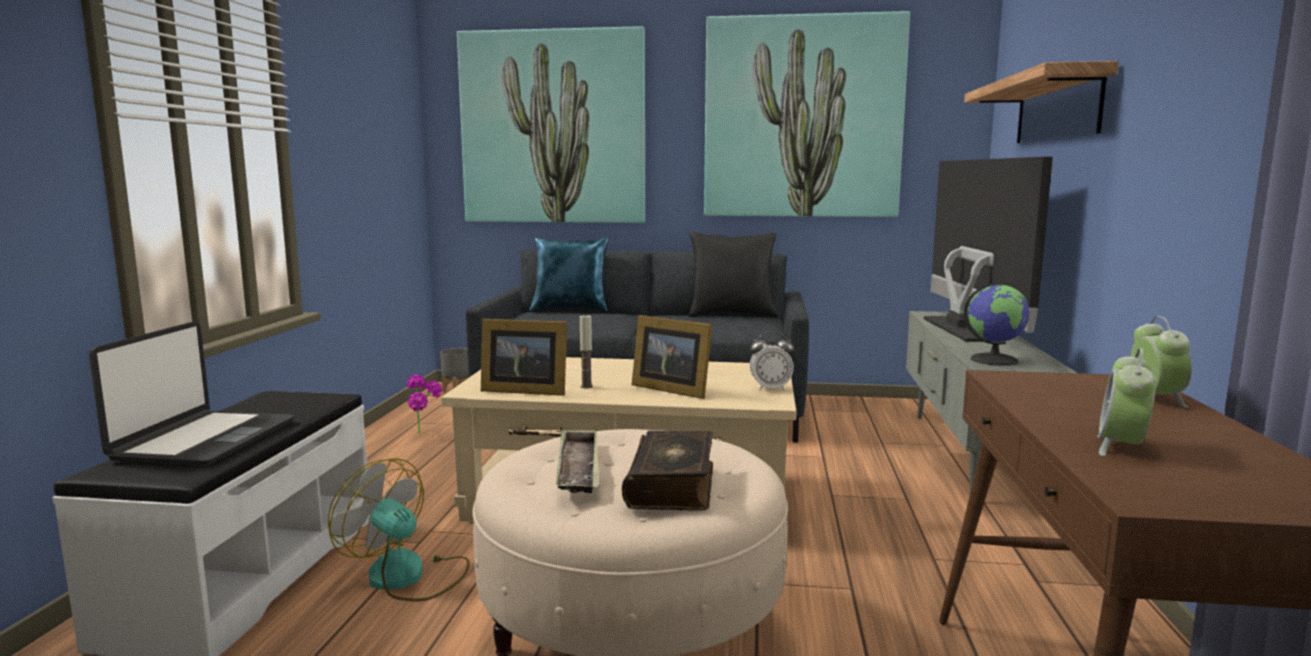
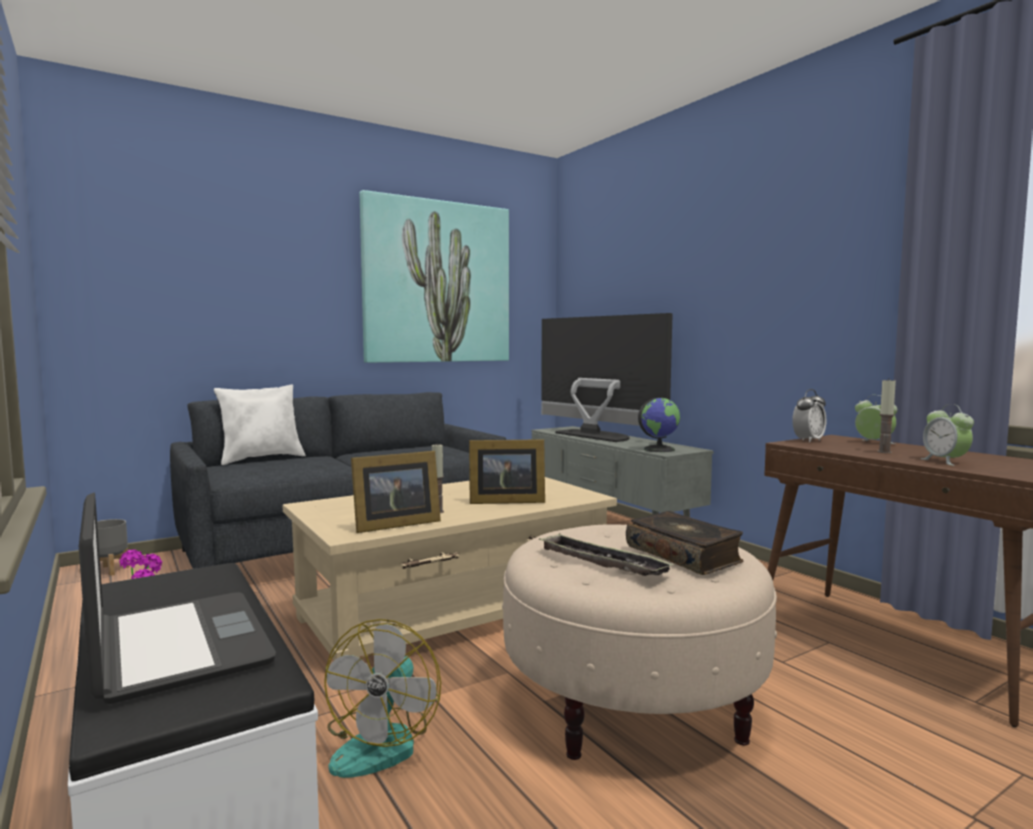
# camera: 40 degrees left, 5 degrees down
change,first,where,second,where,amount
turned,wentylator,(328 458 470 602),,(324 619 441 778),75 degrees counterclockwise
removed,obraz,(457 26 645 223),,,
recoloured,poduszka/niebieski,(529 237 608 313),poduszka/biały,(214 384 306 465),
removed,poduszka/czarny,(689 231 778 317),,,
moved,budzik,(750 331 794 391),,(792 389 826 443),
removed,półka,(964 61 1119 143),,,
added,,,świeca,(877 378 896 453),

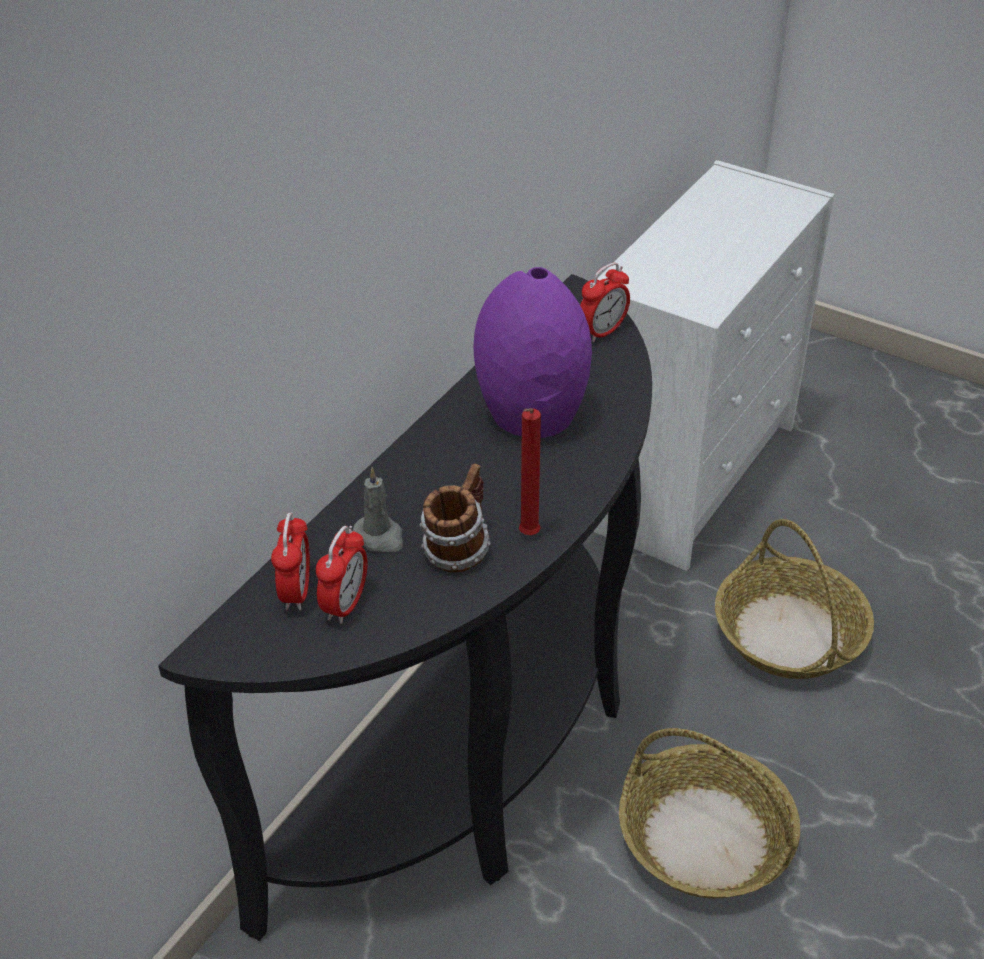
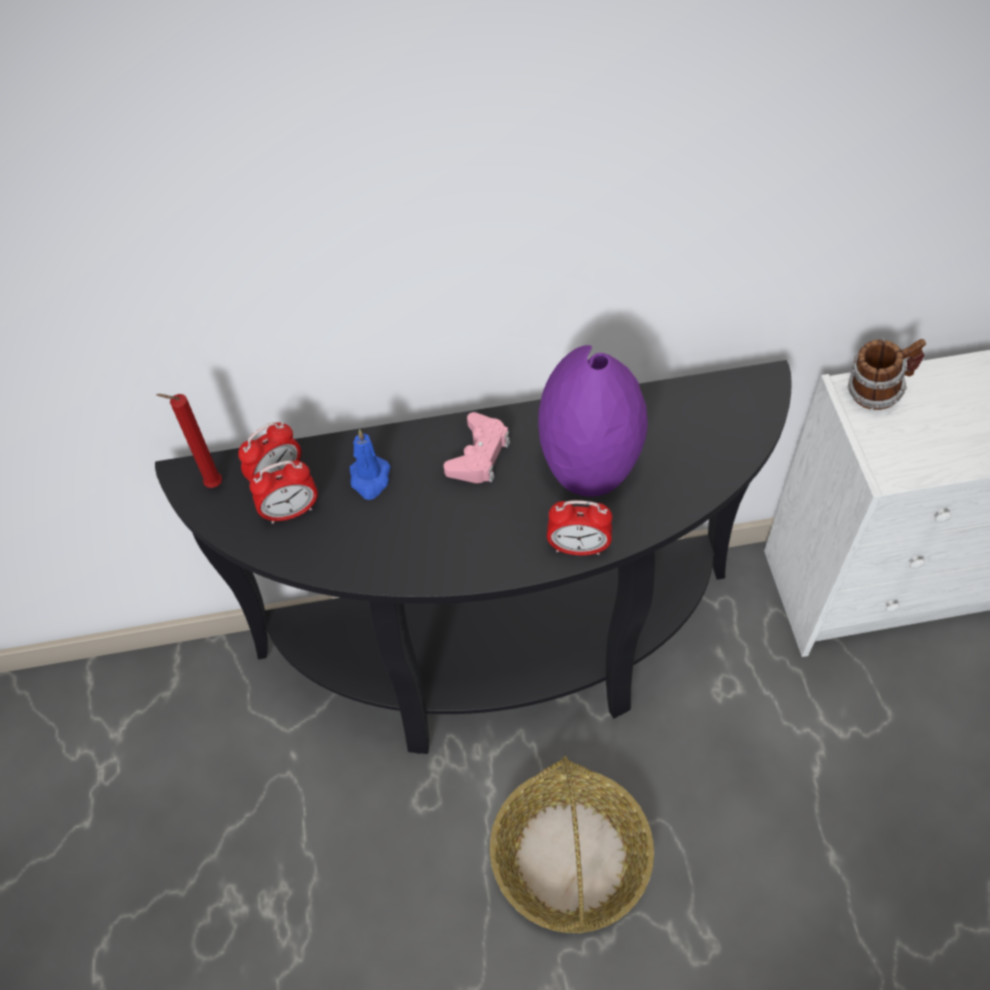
# camera: 50 degrees right, 15 degrees up
change,first,where,second,where,amount
recoloured,świeca/szary,(353 467 403 552),świeca/niebieski,(350 429 391 500),
moved,kubek,(419 463 491 572),,(847 339 926 410),
moved,świeca/czerwony,(519 408 541 535),,(156 394 222 488),
moved,budzik,(580 262 630 343),,(547 500 612 555),
removed,koszyk,(715 519 874 679),,,
added,,,pad do gier/różowy,(444 412 510 483),

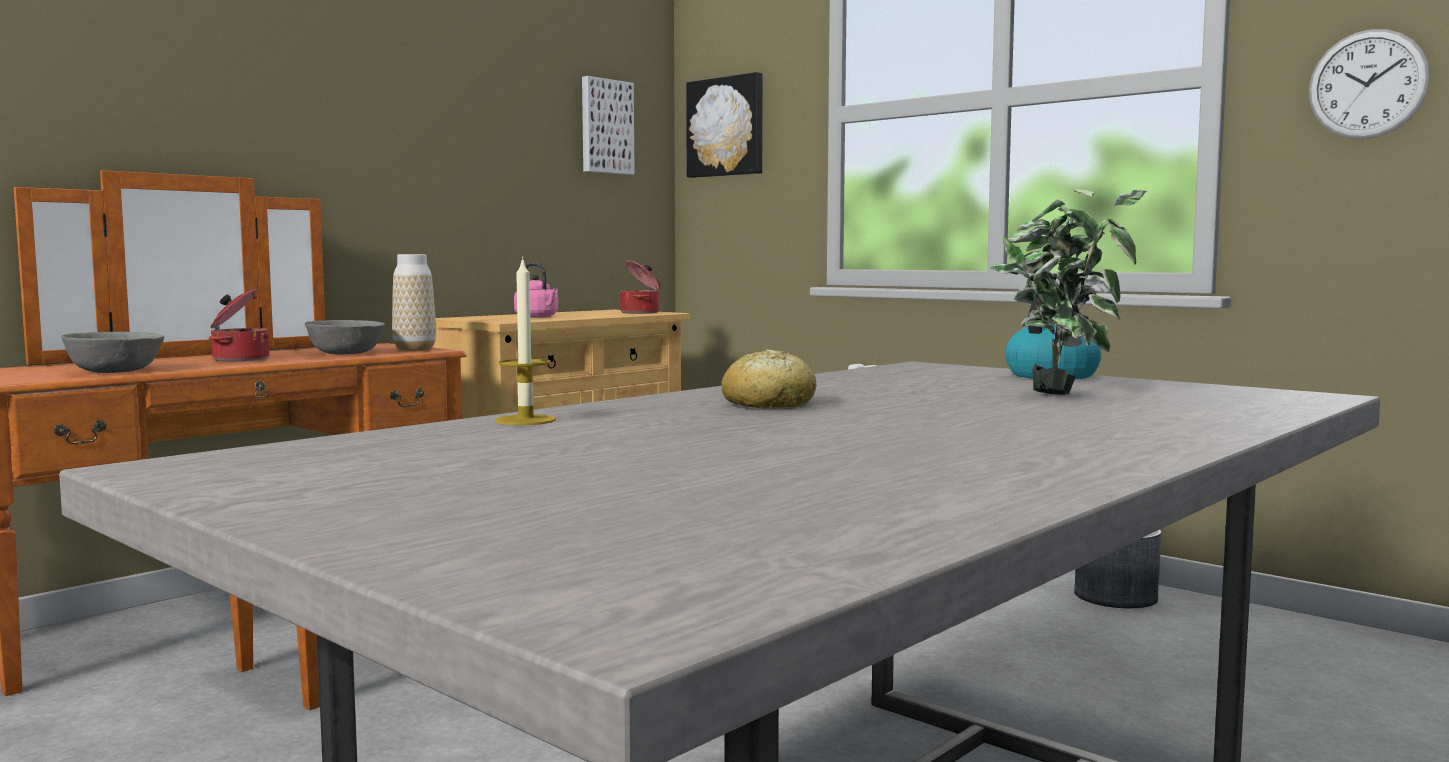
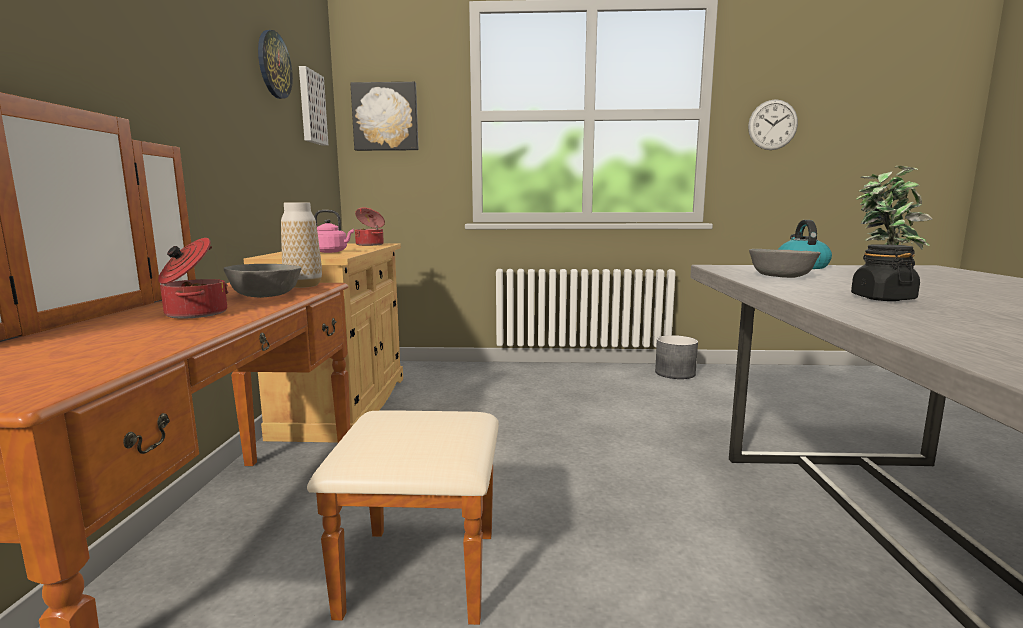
# camera: 40 degrees left, 5 degrees up
change,first,where,second,where,amount
moved,miska/szary,(61 332 164 373),,(749 249 820 278),
removed,świeca,(495 256 556 425),,,
replaced,chleb,(721 349 817 408),słoik/czarny,(851 244 920 301),
added,,,zegar ścienny,(258 30 293 99),

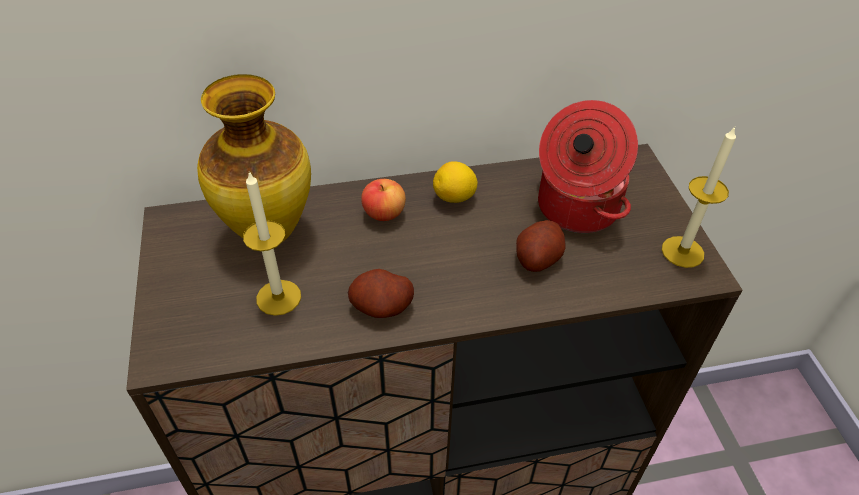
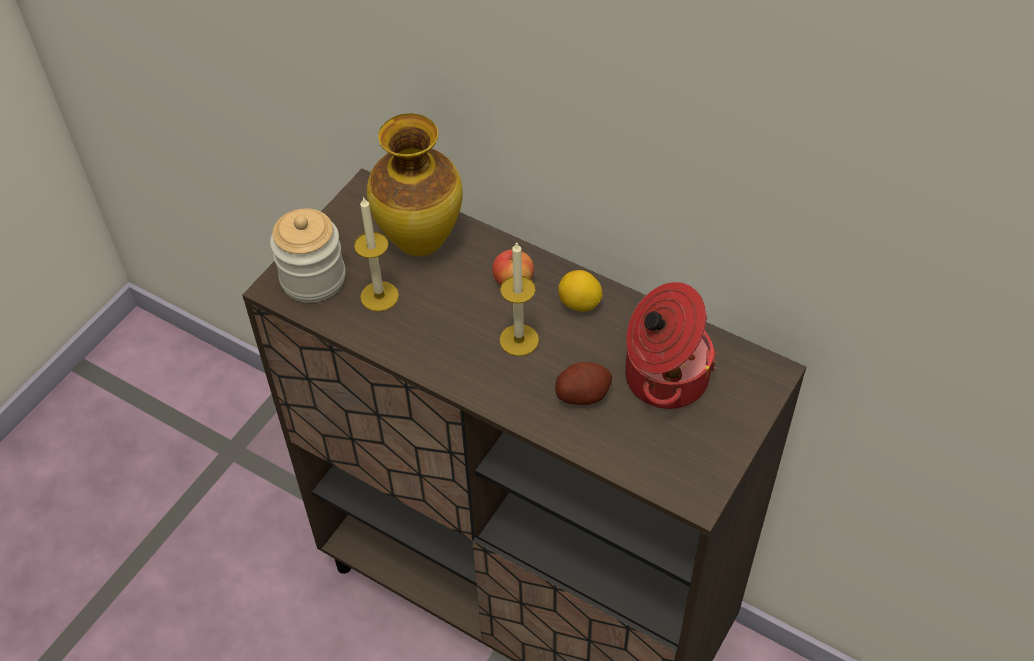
# camera: 45 degrees right, 5 degrees up
change,first,where,second,where,amount
removed,ziemniak,(348 269 414 318),,,
moved,świeca,(662 126 736 268),,(500 242 539 356),
added,,,słoik,(270 208 346 303),

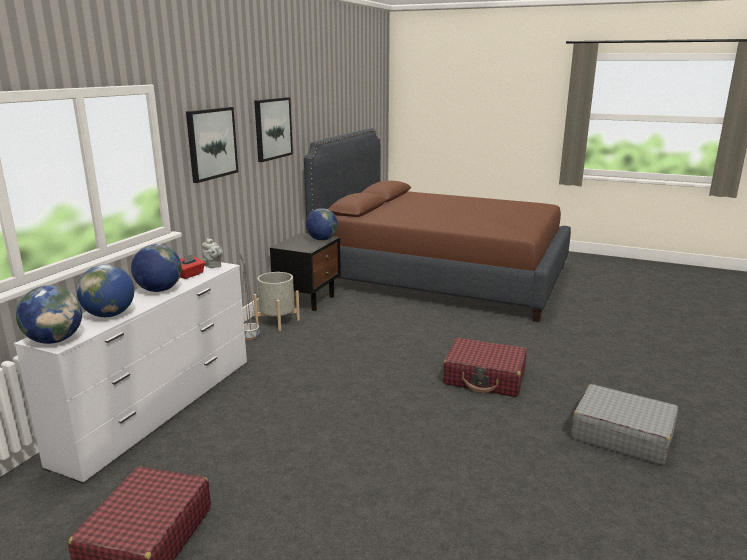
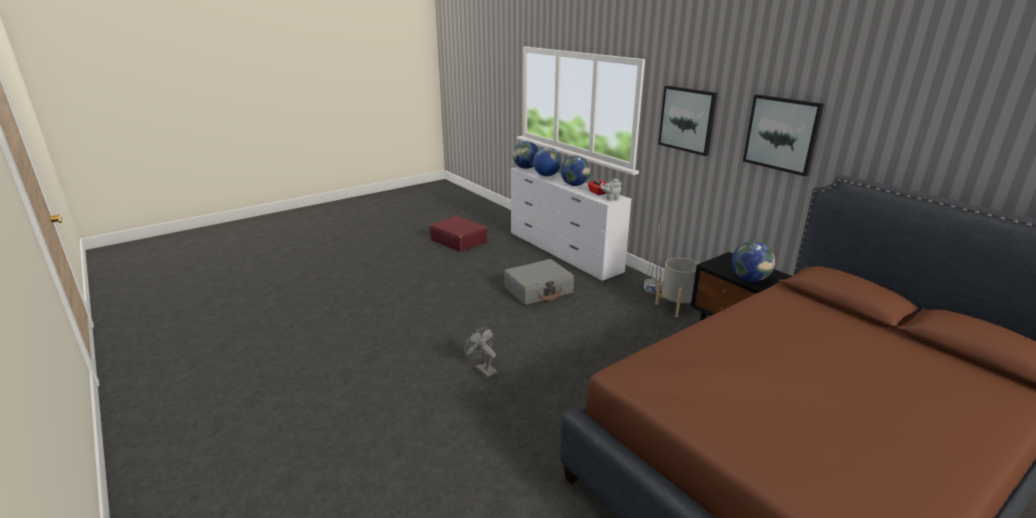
# camera: 120 degrees right, 5 degrees up
change,first,where,second,where,amount
replaced,walizka/czerwony,(443 338 527 397),wentylator/szary,(464 327 497 377),
moved,walizka/szary,(571 384 678 465),,(504 259 574 305),

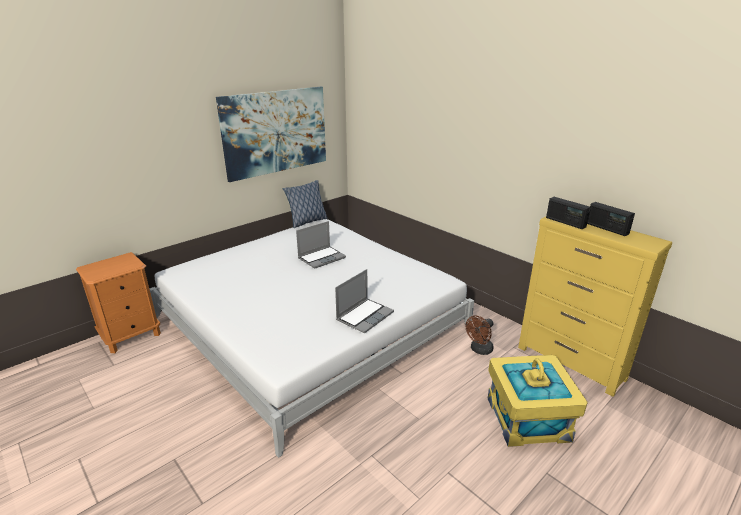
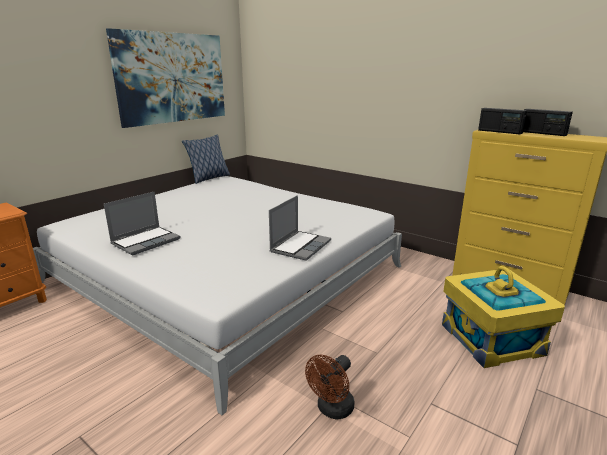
# camera: 10 degrees left, 5 degrees down
change,first,where,second,where,amount
moved,laptop,(296 221 346 269),,(104 191 181 255),
moved,wentylator/brązowy,(466 316 494 355),,(305 355 355 419),

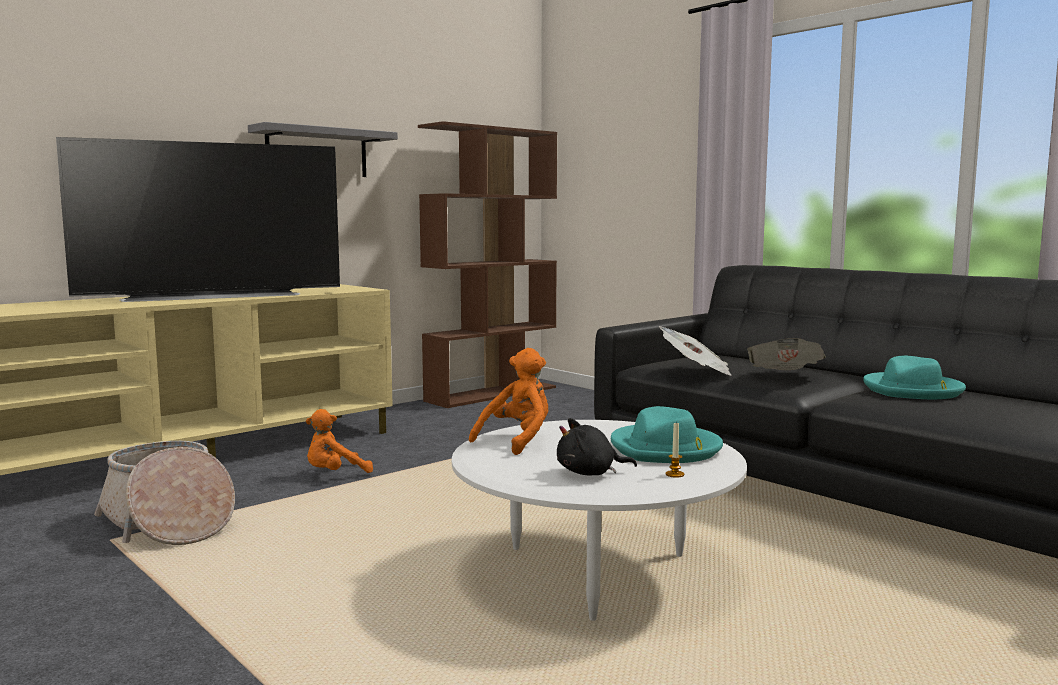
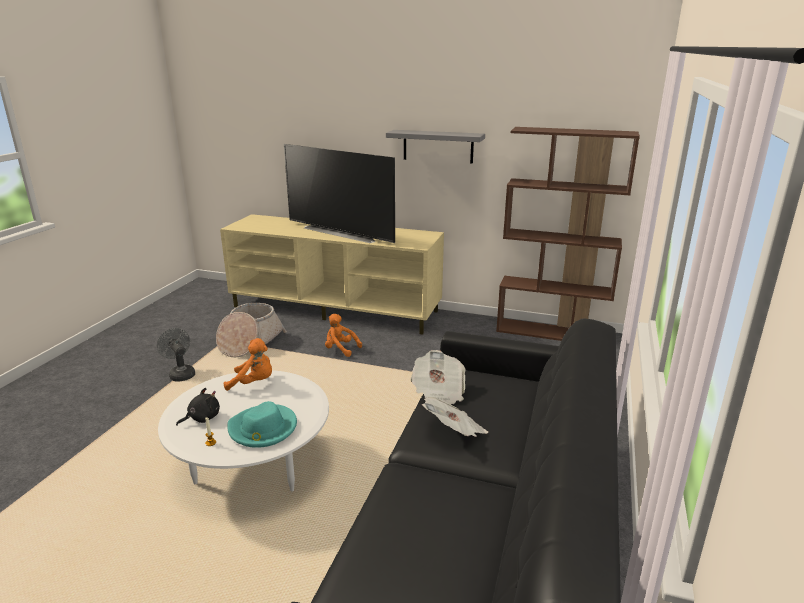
# camera: 60 degrees right, 15 degrees up
change,first,where,second,where,amount
turned,pluszak/czarny,(557 418 637 475),,(176 388 220 426),90 degrees clockwise
removed,kapelusz/turkusowy,(863 355 966 399),,,
added,,,wentylator/szary,(157 328 195 382),

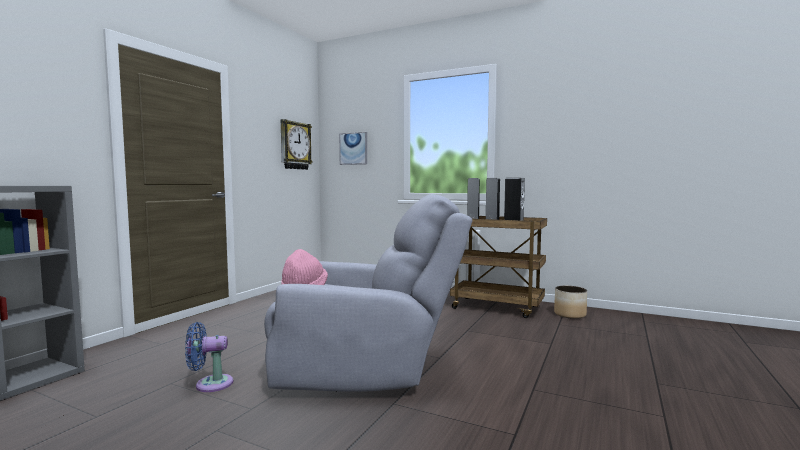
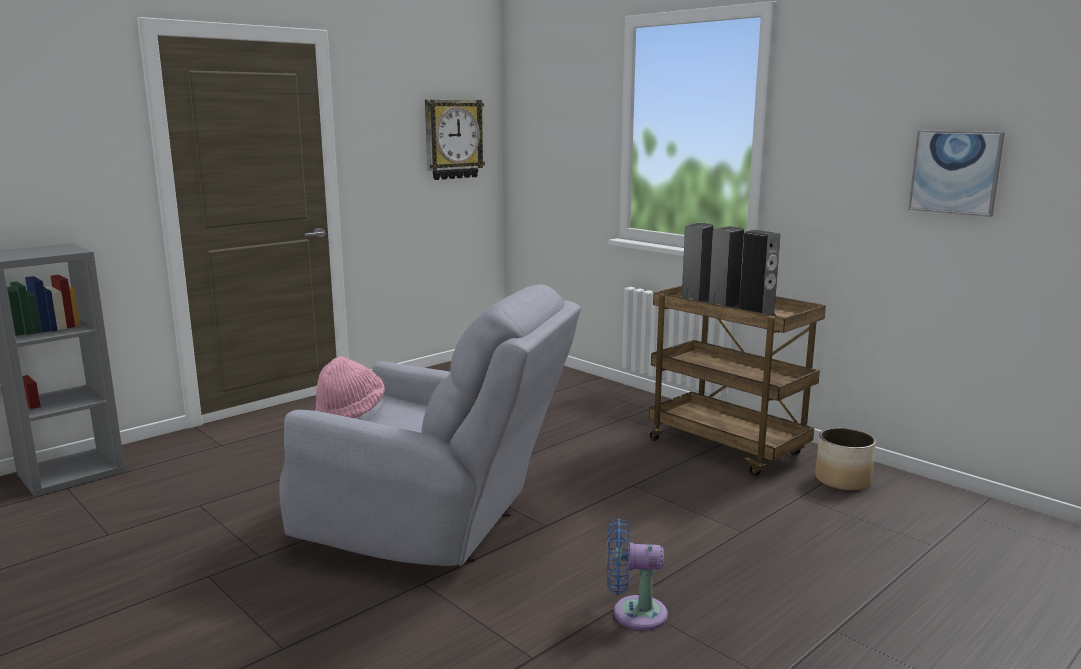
# camera: 20 degrees right, 10 degrees up
change,first,where,second,where,amount
moved,wentylator/niebieski,(185 322 233 392),,(606 519 668 630),
moved,obraz,(339 132 367 165),,(908 130 1005 217),

